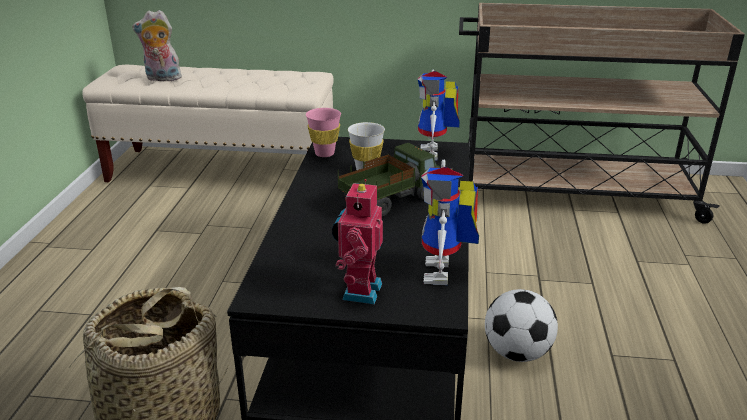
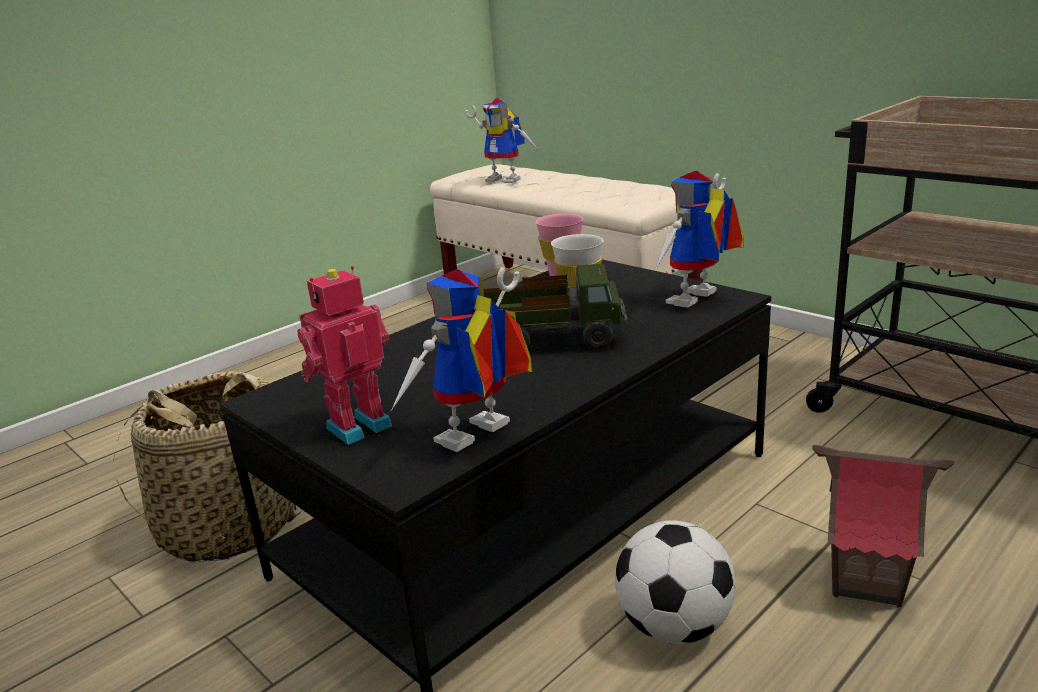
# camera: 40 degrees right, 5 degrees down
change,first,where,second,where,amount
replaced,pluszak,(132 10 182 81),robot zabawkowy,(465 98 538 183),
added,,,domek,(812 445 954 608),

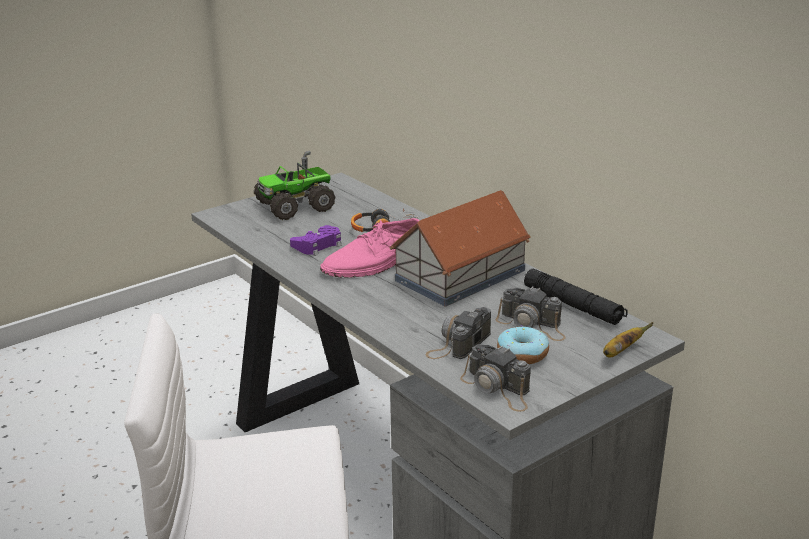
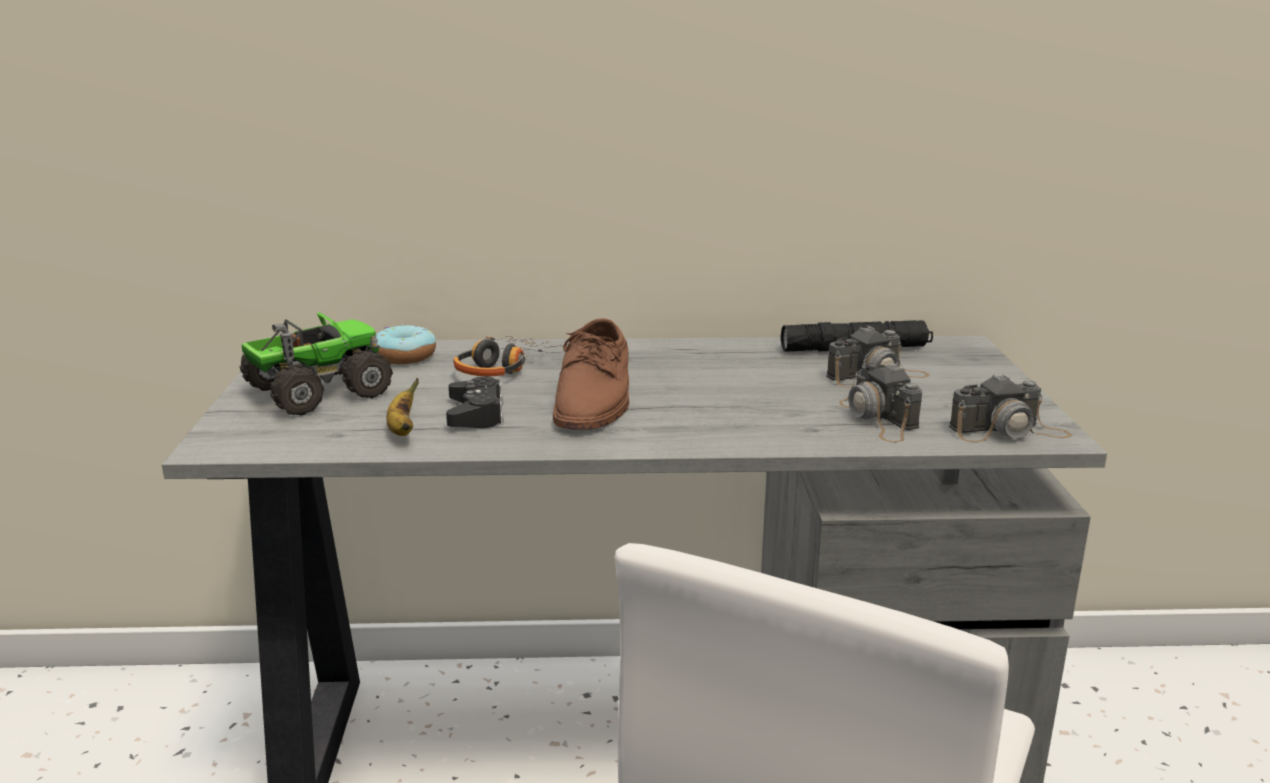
# camera: 55 degrees left, 5 degrees down
change,first,where,second,where,amount
turned,ciężarówka zabawkowa,(254 151 335 220),,(239 312 393 416),135 degrees counterclockwise
recoloured,pad do gier/fioletowy,(290 225 341 256),pad do gier/czarny,(446 376 504 428),
recoloured,but/różowy,(320 218 420 278),but/brązowy,(553 318 629 429),
removed,domek,(389 190 531 306),,,
moved,donut,(497 325 549 364),,(376 324 436 364),
moved,banan,(603 322 653 357),,(386 378 419 436),

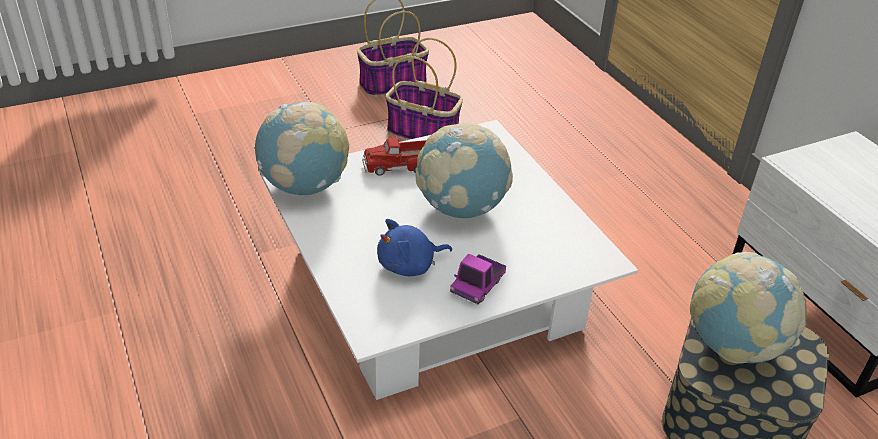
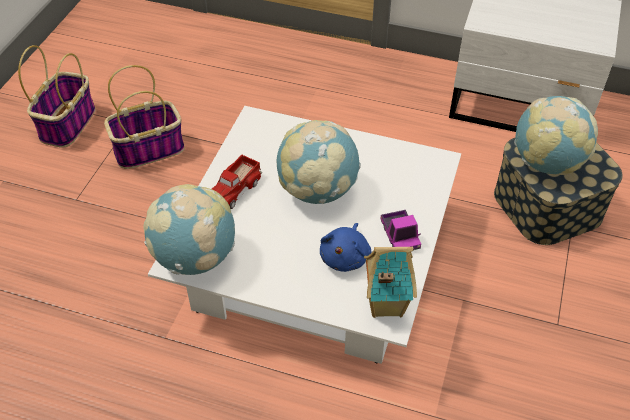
# camera: 45 degrees left, 10 degrees up
change,first,where,second,where,amount
added,,,domek,(364 247 417 318),

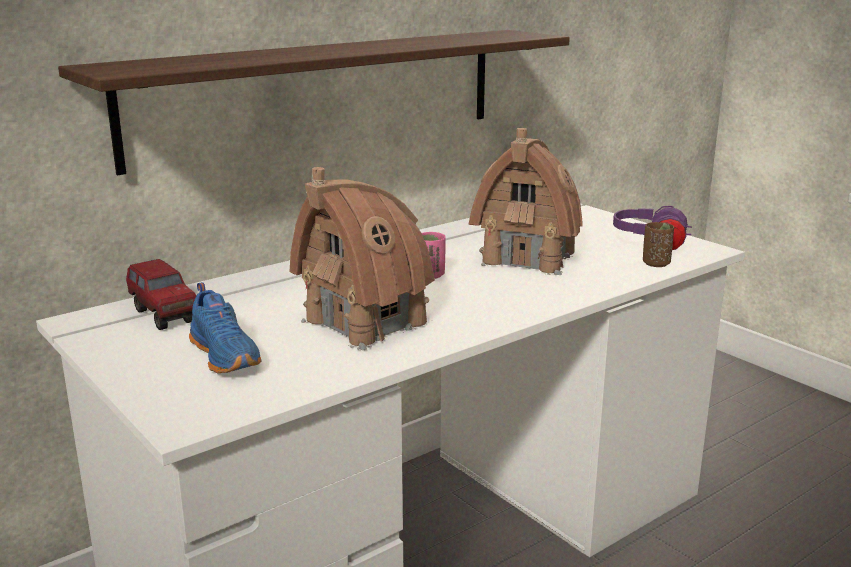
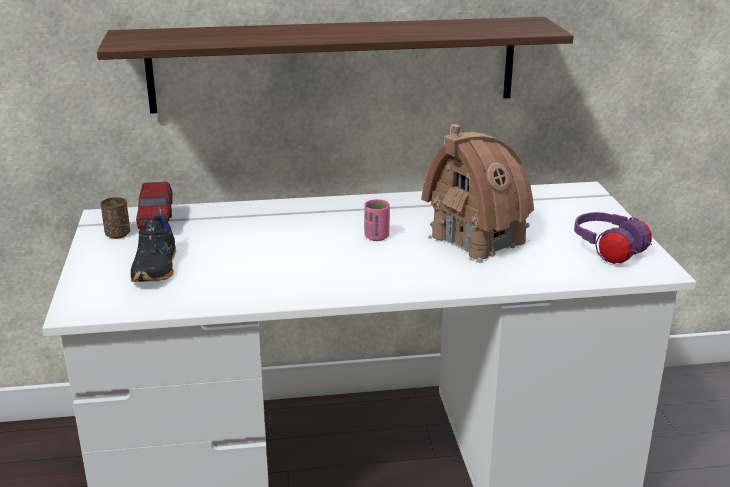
# camera: 30 degrees right, 5 degrees up
change,first,where,second,where,amount
recoloured,but/niebieski,(189 282 262 374),but/czarny,(130 209 176 282),
removed,domek,(290 167 435 350),,,
moved,filiżanka/brązowy,(643 222 674 267),,(101 197 130 239),

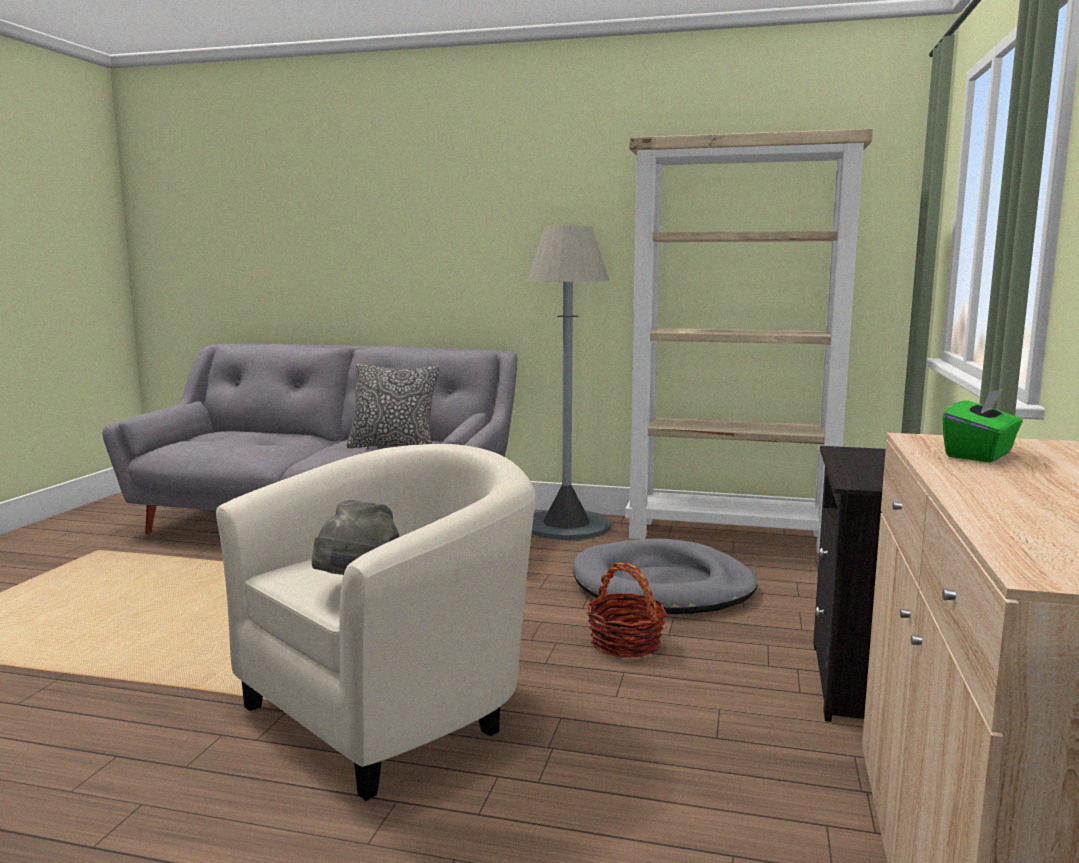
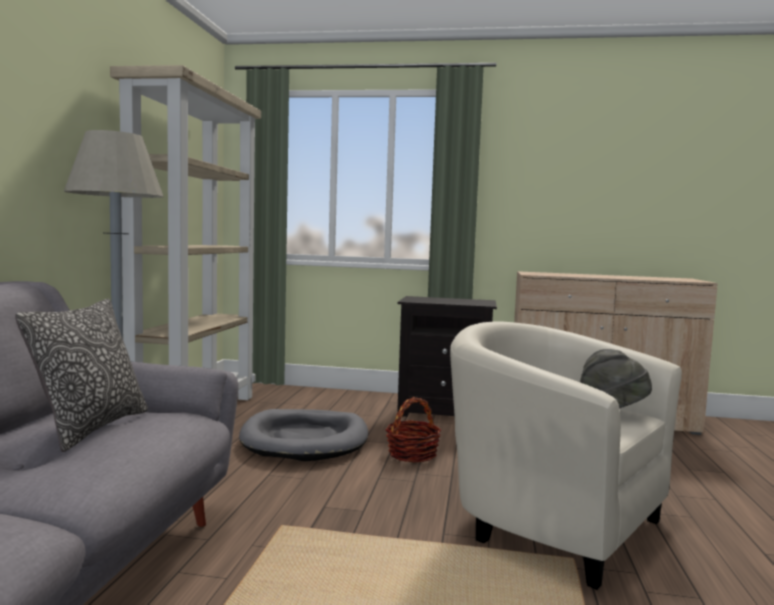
# camera: 95 degrees left, 5 degrees down
change,first,where,second,where,amount
removed,pudełko chusteczek/zielony,(943 389 1023 463),,,

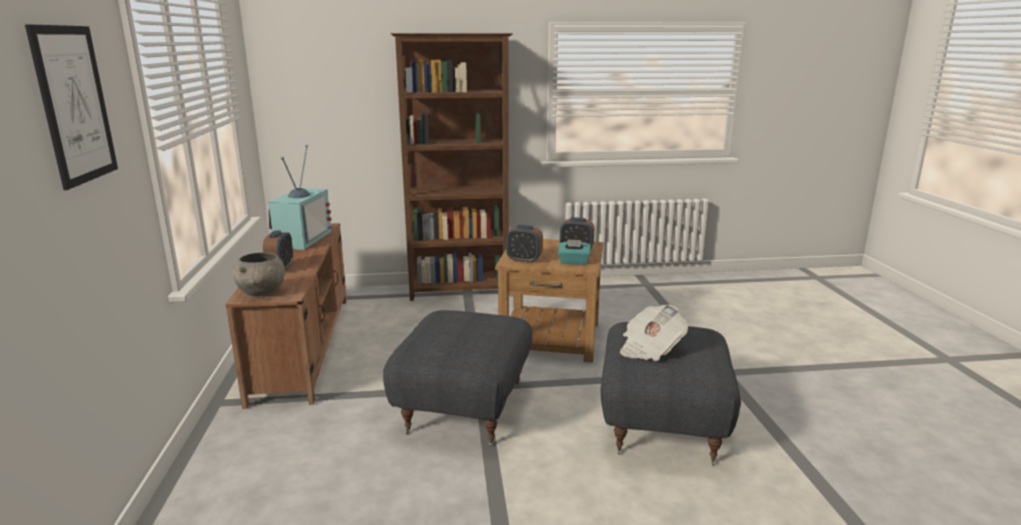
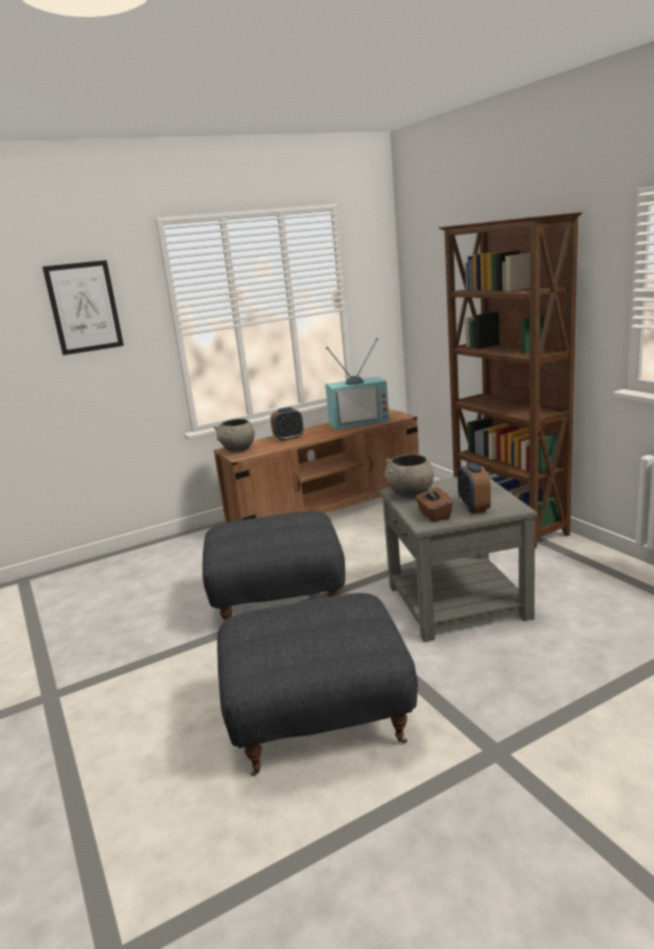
# camera: 70 degrees right, 0 degrees up
change,first,where,second,where,amount
recoloured,stolik/brązowy,(495 239 604 363),stolik/szary,(379 477 538 642),
replaced,budzik,(506 225 543 263),miska/szary,(384 454 434 499),
recoloured,pudełko chusteczek/turkusowy,(558 239 591 265),pudełko chusteczek/brązowy,(415 486 453 522),
removed,gazeta,(620 305 688 361),,,

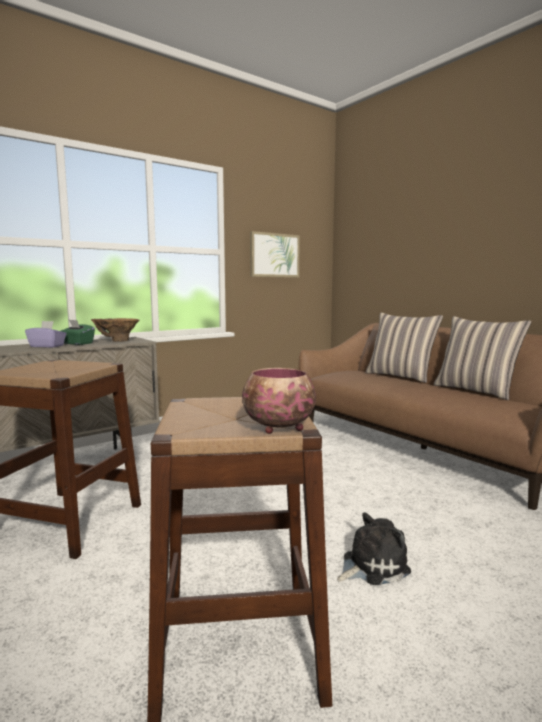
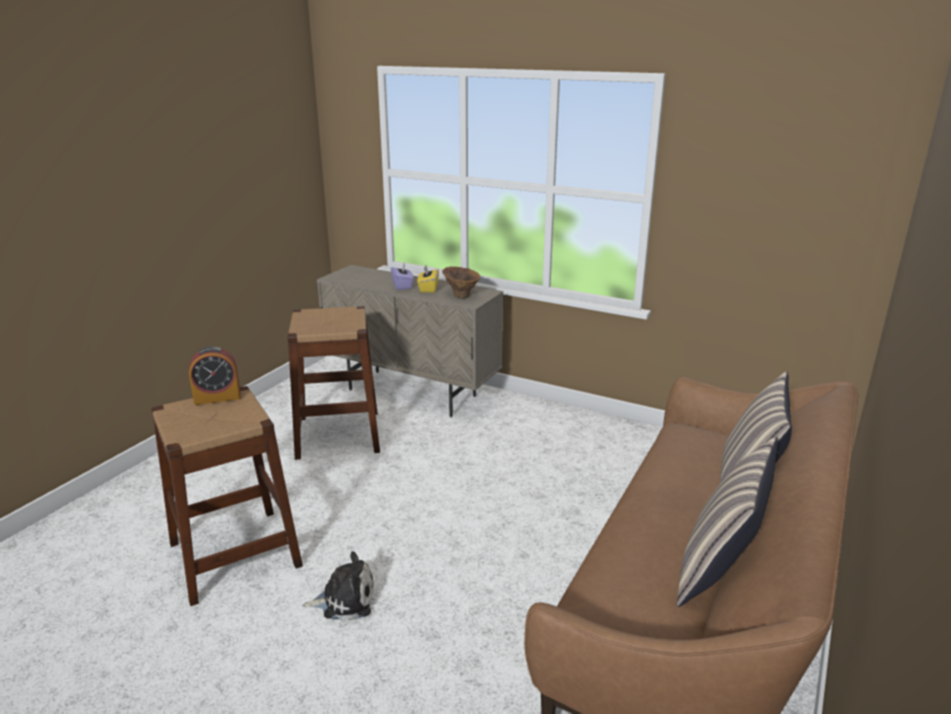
# camera: 65 degrees right, 15 degrees up
change,first,where,second,where,amount
recoloured,pudełko chusteczek/zielony,(61 320 95 345),pudełko chusteczek/żółty,(417 266 439 293),
removed,miska,(242 368 316 434),,,
removed,obraz,(250 231 300 277),,,
turned,pluszak,(337 513 411 585),,(303 551 374 621),45 degrees counterclockwise
added,,,budzik,(189 346 241 405),

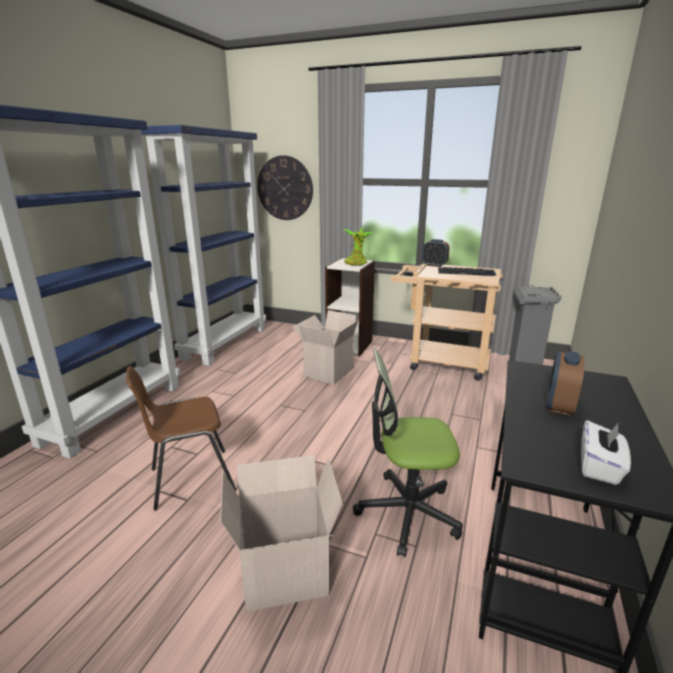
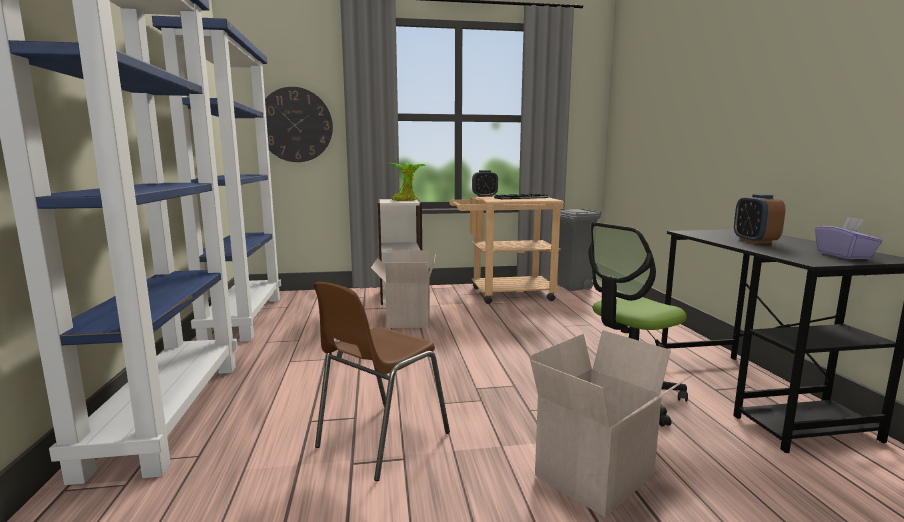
# camera: 30 degrees left, 10 degrees down
change,first,where,second,where,amount
recoloured,pudełko chusteczek/biały,(581 420 631 485),pudełko chusteczek/fioletowy,(815 217 882 259),

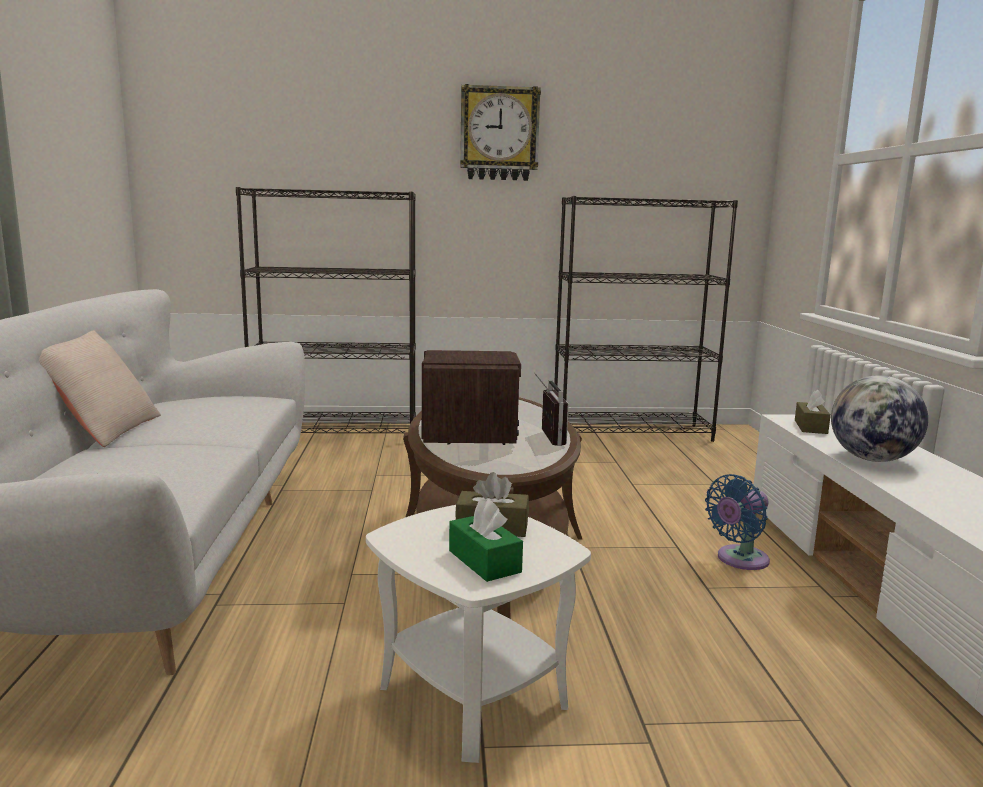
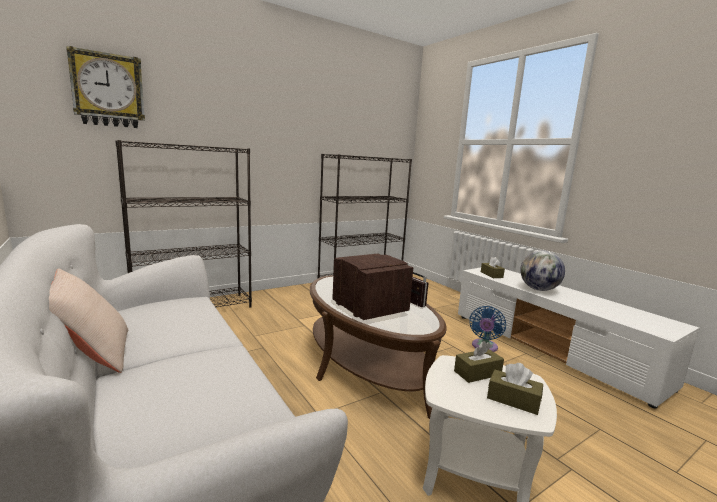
# camera: 30 degrees left, 0 degrees up
change,first,where,second,where,amount
recoloured,pudełko chusteczek/zielony,(449 499 523 582),pudełko chusteczek/brązowy,(487 363 543 415),
moved,zegar ścienny,(460 84 541 181),,(66 46 145 128),

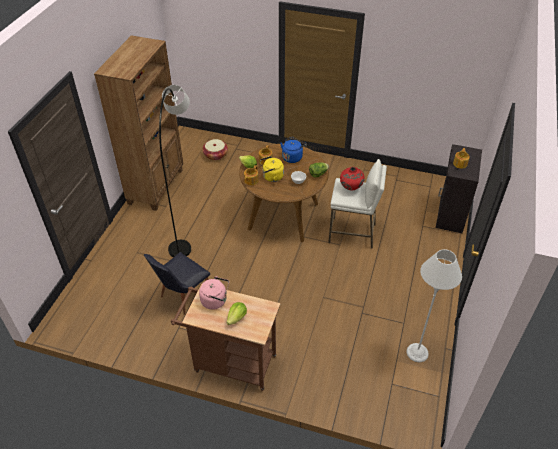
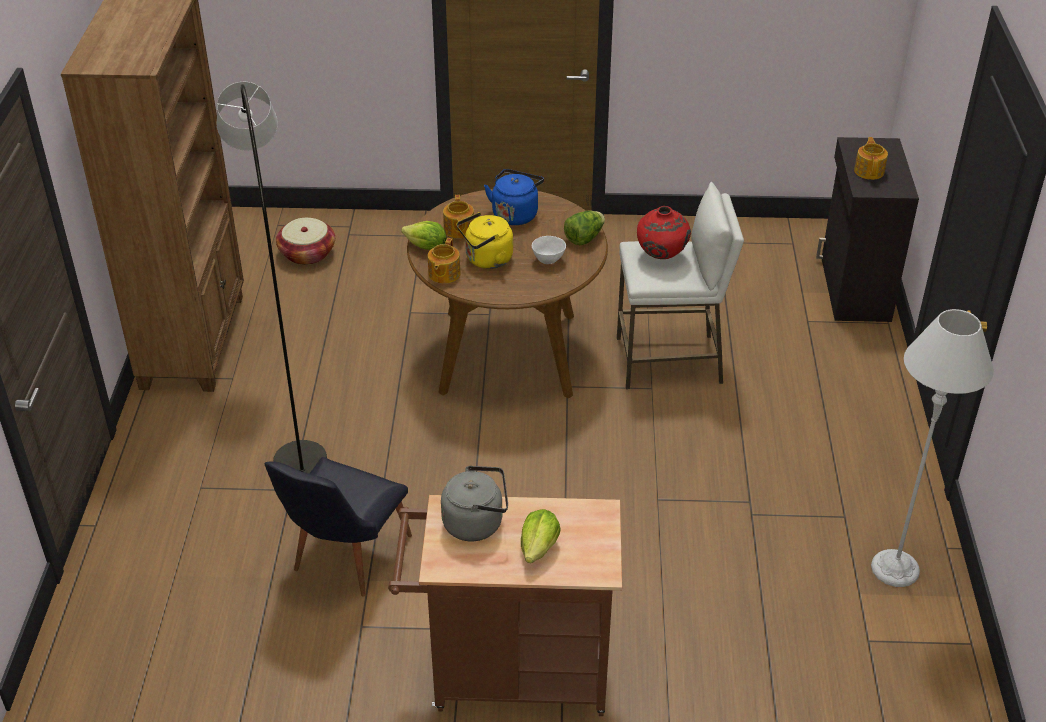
# camera: 15 degrees left, 5 degrees down
change,first,where,second,where,amount
recoloured,czajnik/różowy,(199 276 229 310),czajnik/szary,(441 466 508 541),

